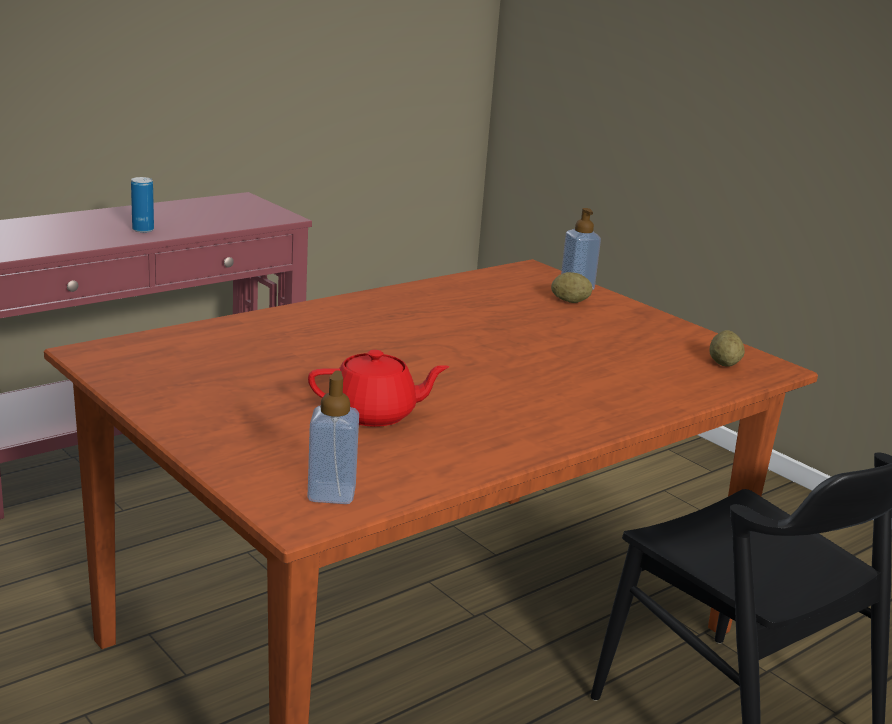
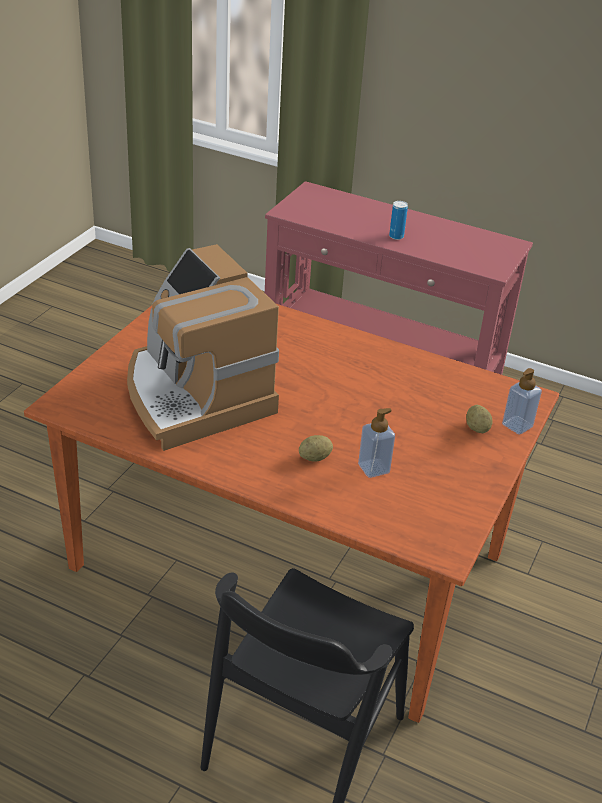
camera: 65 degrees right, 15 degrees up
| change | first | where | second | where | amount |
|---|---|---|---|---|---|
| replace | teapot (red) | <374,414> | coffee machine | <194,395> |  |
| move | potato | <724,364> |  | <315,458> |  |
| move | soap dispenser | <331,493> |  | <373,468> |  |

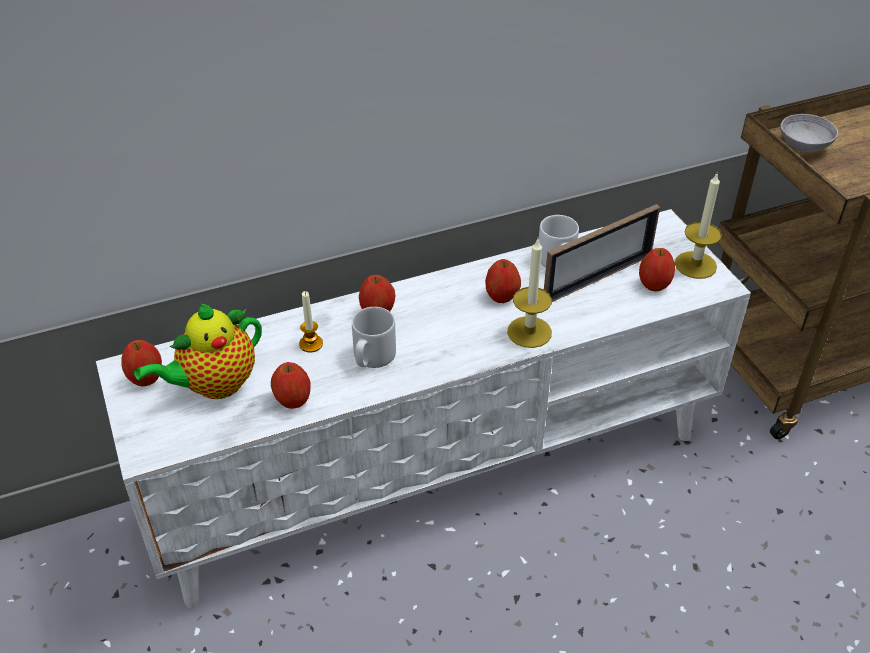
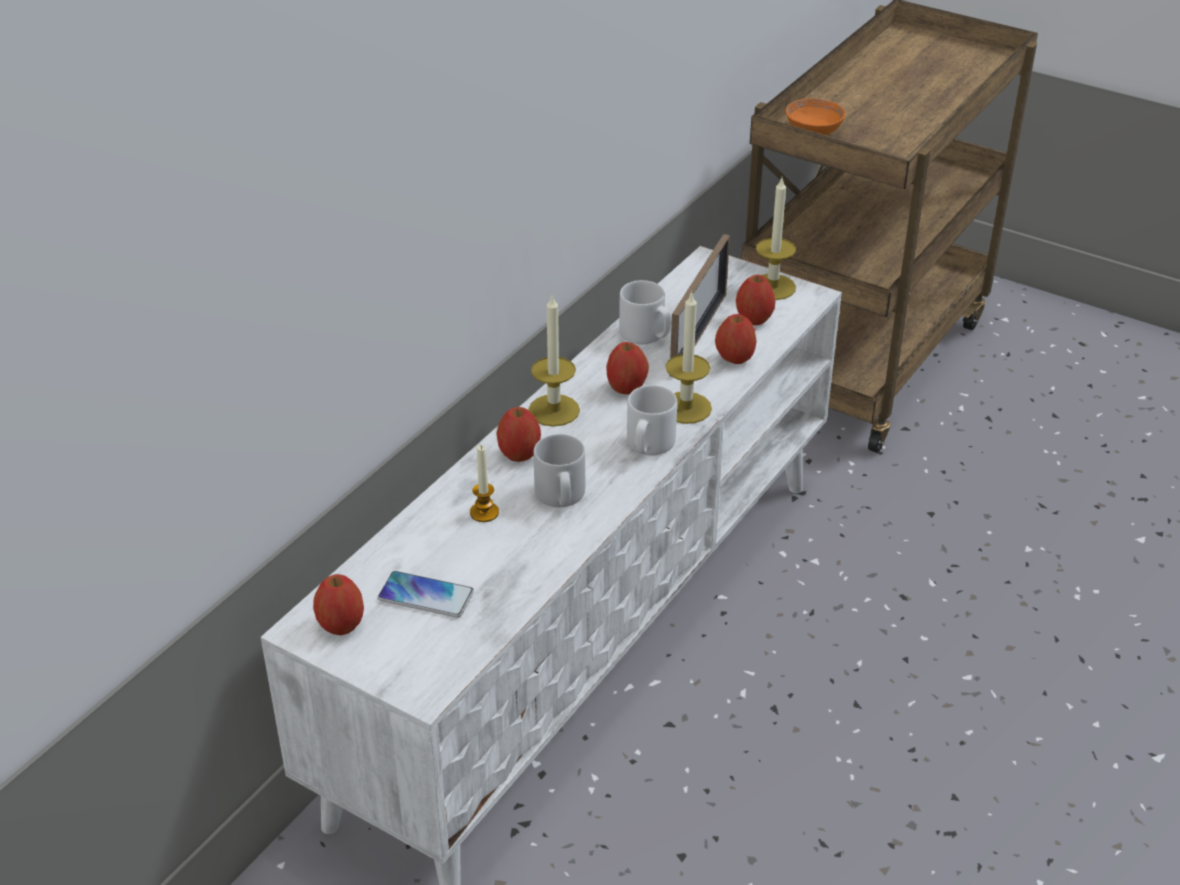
camera: 35 degrees left, 5 degrees down
| change | first | where | second | where | amount |
|---|---|---|---|---|---|
| replace | teapot | <214,385> | phone | <426,596> |  |
| insert |  |  | candle | <554,410> |  |
| insert |  |  | mug (white) | <648,445> |  |
| move | apple | <293,400> |  | <734,359> |  |
| recolor | bowl (grey) | <804,145> | bowl (orange) | <813,131> |  |

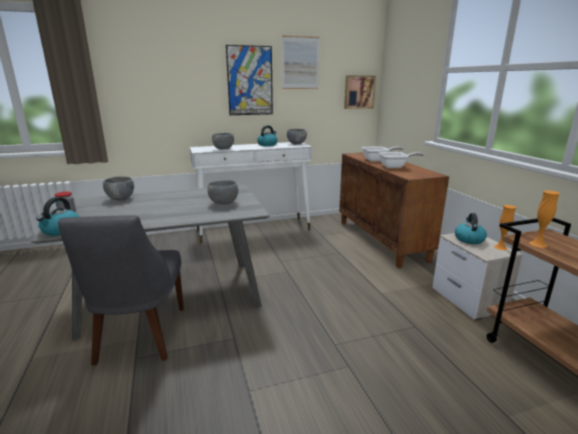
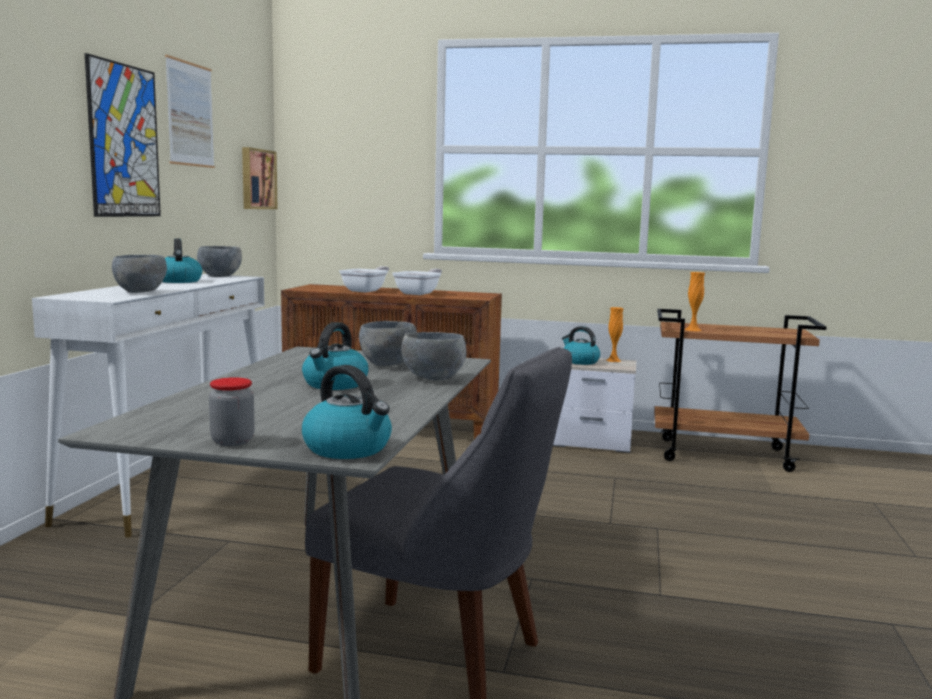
camera: 60 degrees left, 10 degrees down
| change | first | where | second | where | amount |
|---|---|---|---|---|---|
| insert |  |  | kettle | <335,384> |  |
| move | bowl (grey) | <120,199> |  | <433,379> |  |

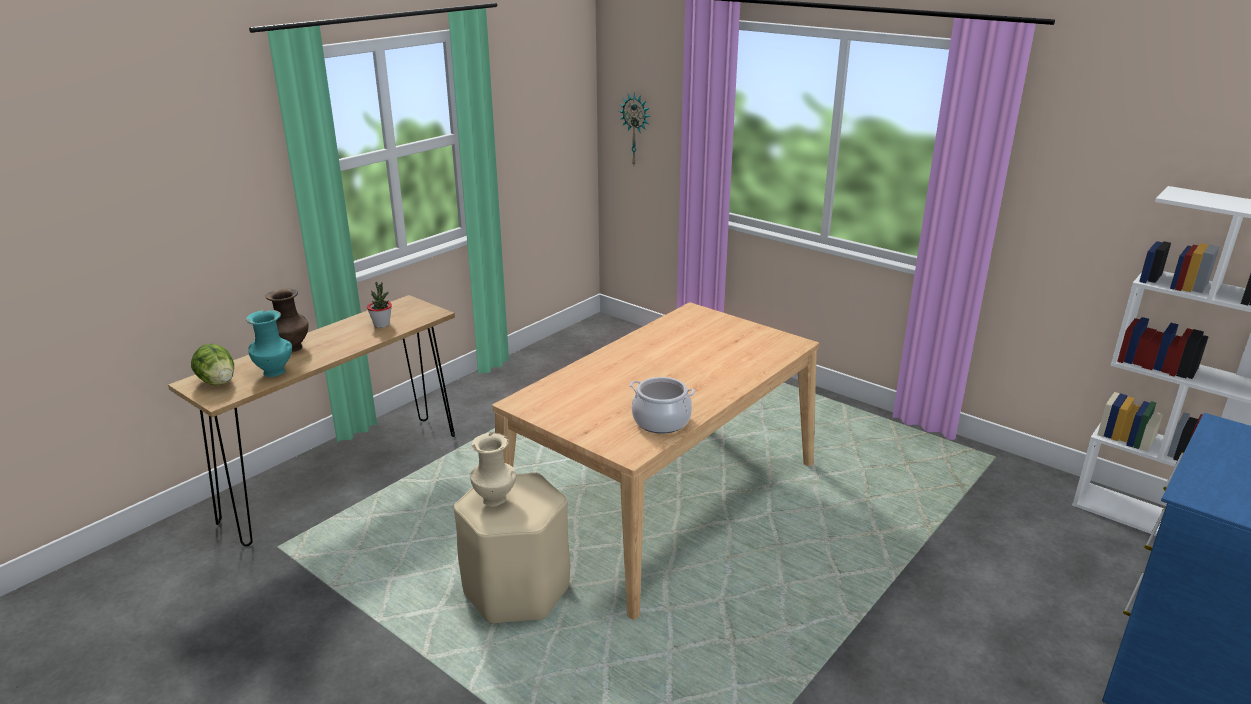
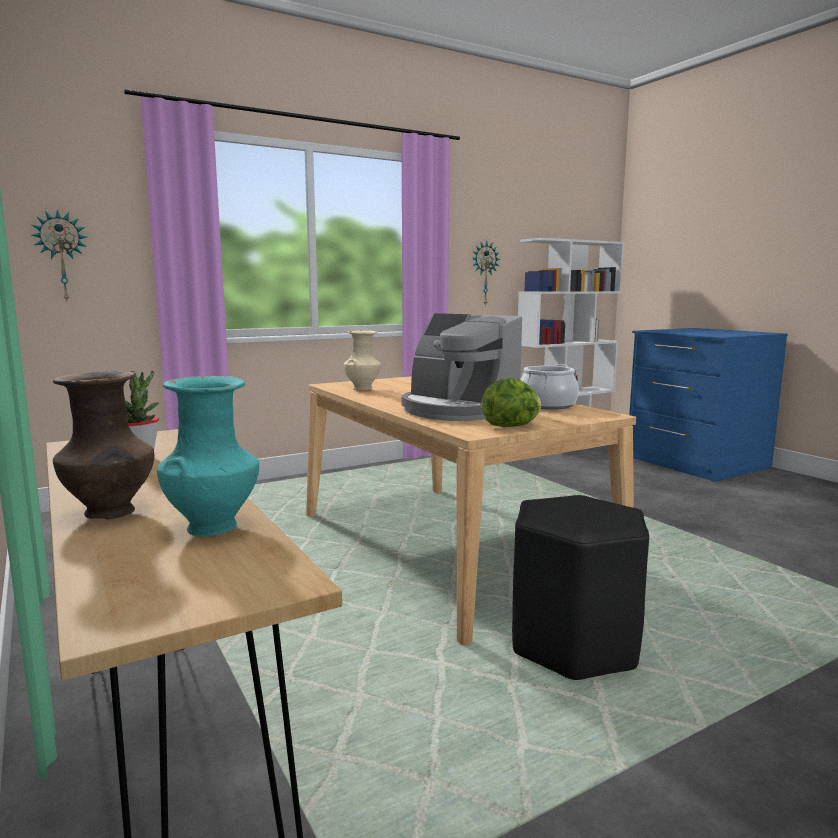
camera: 70 degrees left, 15 degrees down
| change | first | where | second | where | amount |
|---|---|---|---|---|---|
| move | vase (beige) | <495,500> |  | <363,388> |  |
| insert |  |  | coffee machine | <457,410> |  |
| insert |  |  | wall clock | <484,273> |  |
| move | lettuce | <218,382> |  | <511,426> |  |
| recolor | stool (beige) | <516,590> | stool (black) | <574,645> |  |

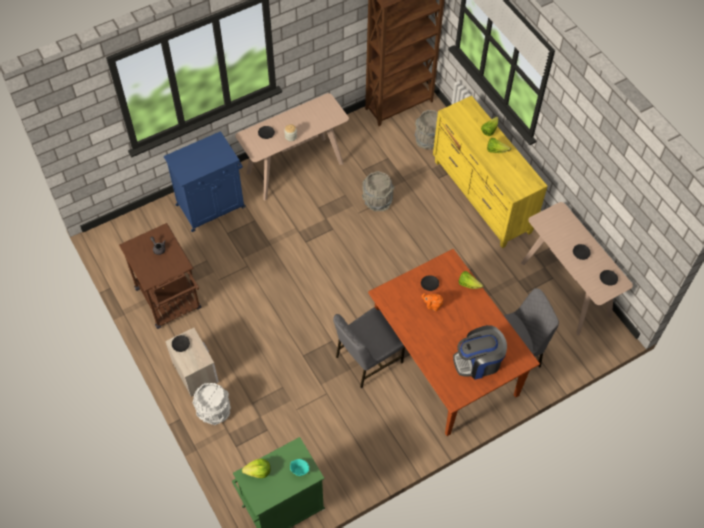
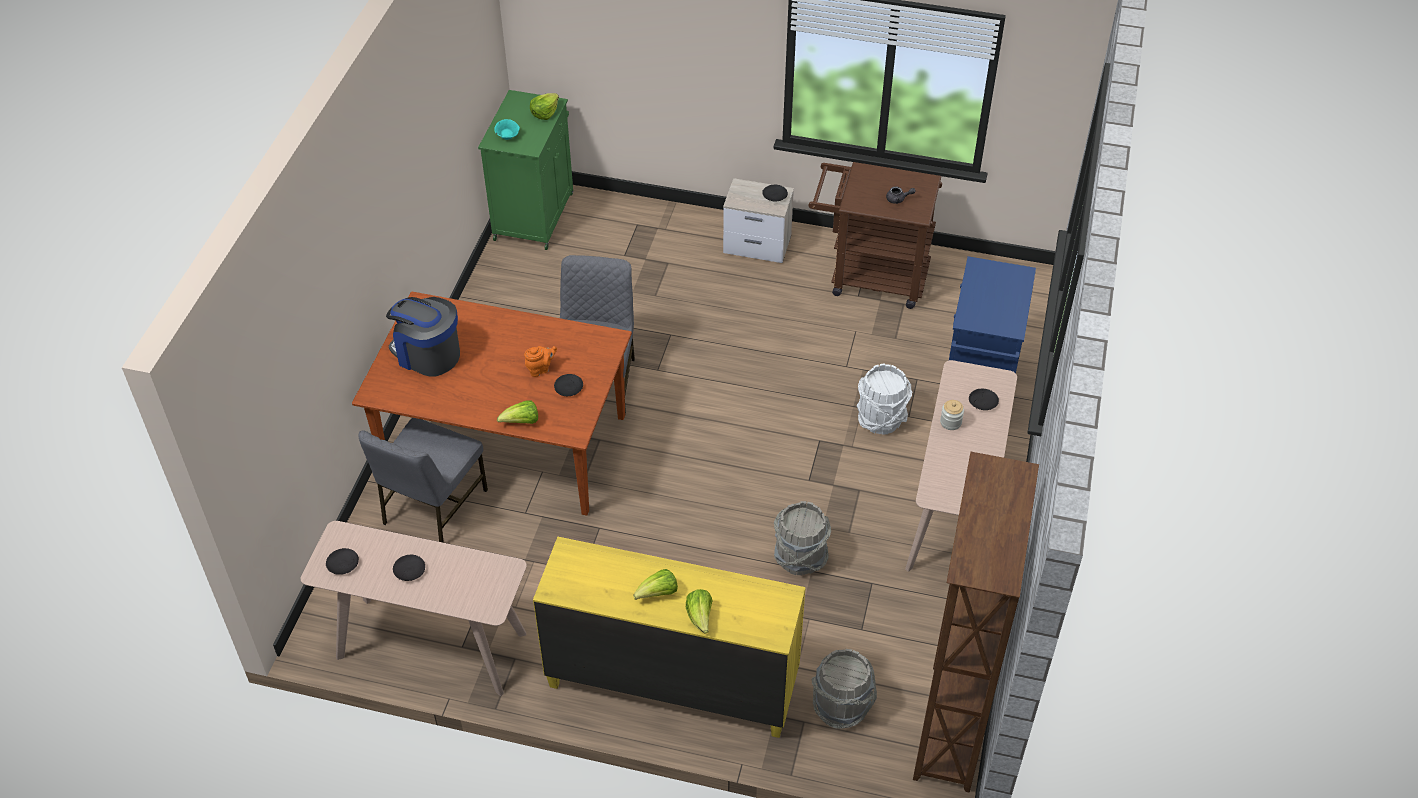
camera: 135 degrees right, 10 degrees down
| change | first | where | second | where | amount |
|---|---|---|---|---|---|
| rotate | coffee machine | <478,361> |  | <427,354> | 90 degrees counterclockwise |
| move | bucket (white) | <214,411> |  | <881,419> |  |

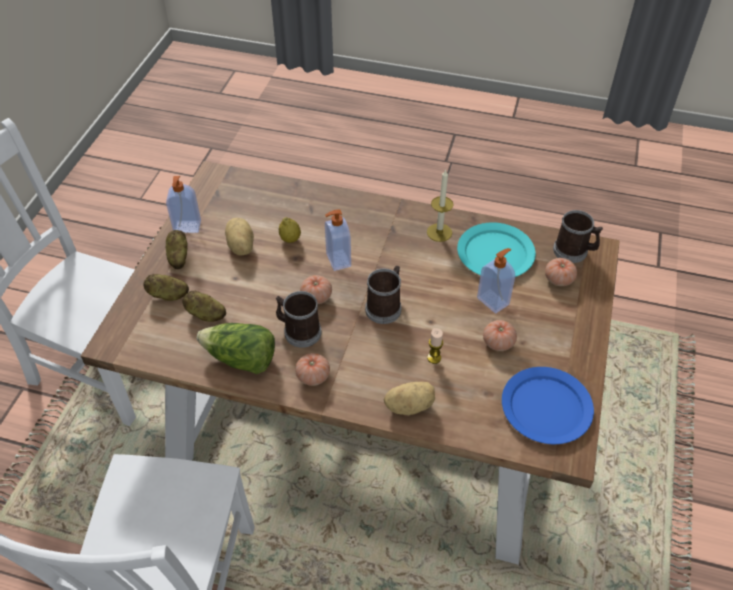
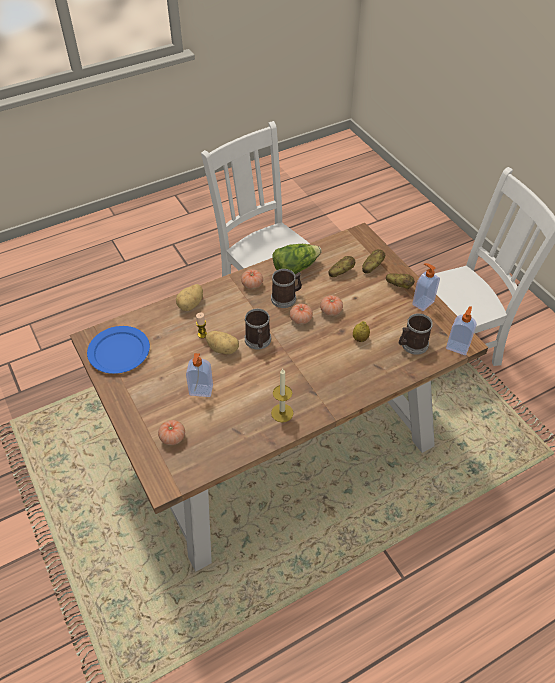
camera: 135 degrees right, 0 degrees up
| change | first | where | second | where | amount |
|---|---|---|---|---|---|
| move | potato | <240,247> |  | <223,348> |  |
| move | tomato | <498,342> |  | <331,311> |  |
| move | mug | <574,251> |  | <412,345> |  |
| move | soap dispenser | <337,260> |  | <457,346> |  |
| delete | plate (turquoise) | <495,253> |  |  |  |

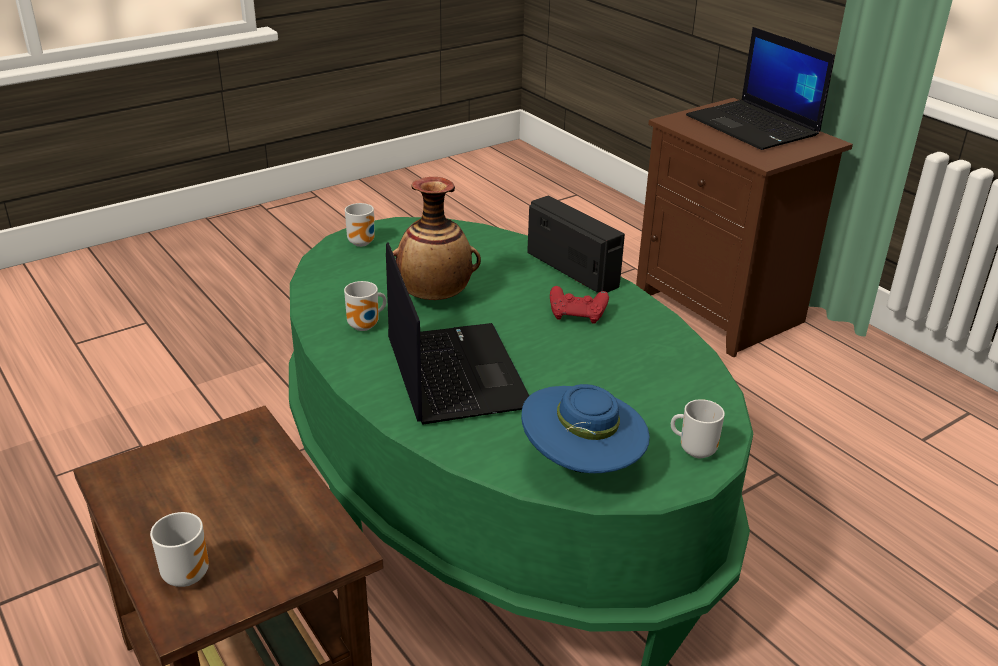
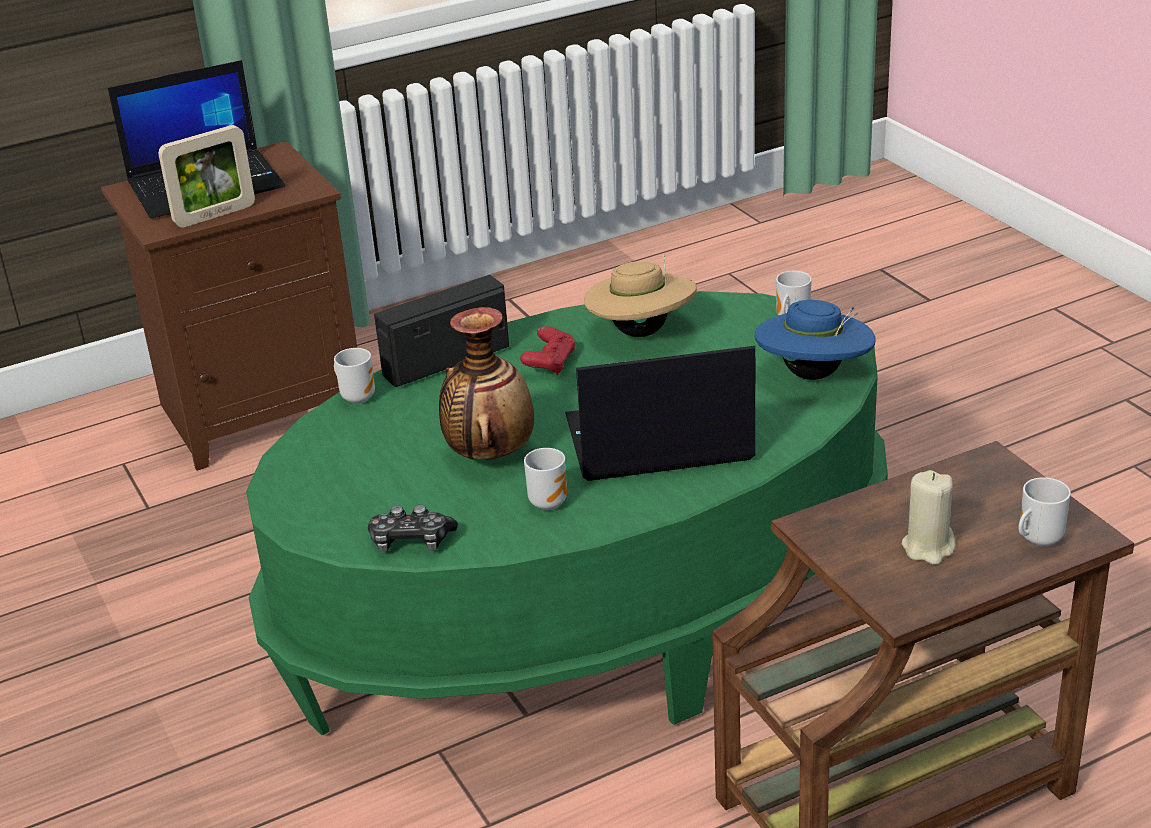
camera: 80 degrees left, 0 degrees up
| change | first | where | second | where | amount |
|---|---|---|---|---|---|
| insert |  |  | picture frame | <215,215> |  |
| move | mug | <363,242> |  | <357,397> |  |
| insert |  |  | game controller | <411,542> |  |
| insert |  |  | hat (beige) | <641,332> |  |
| insert |  |  | candle (beige) | <928,547> |  |

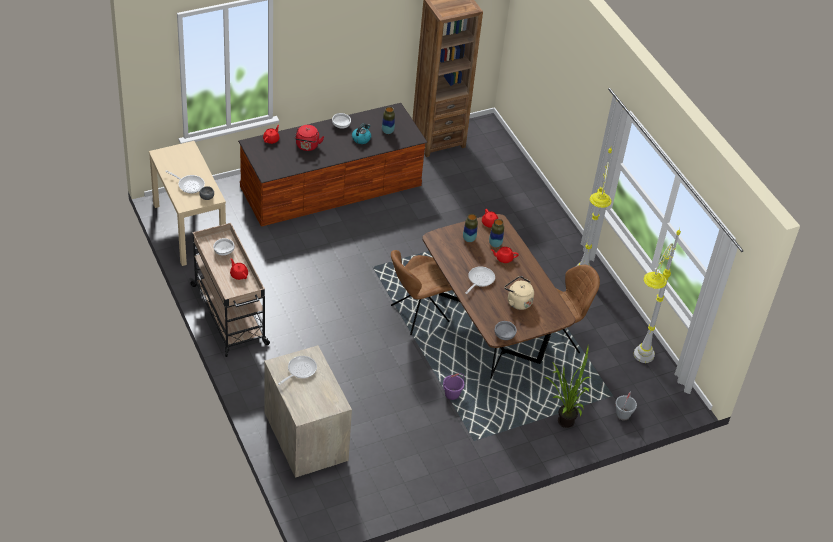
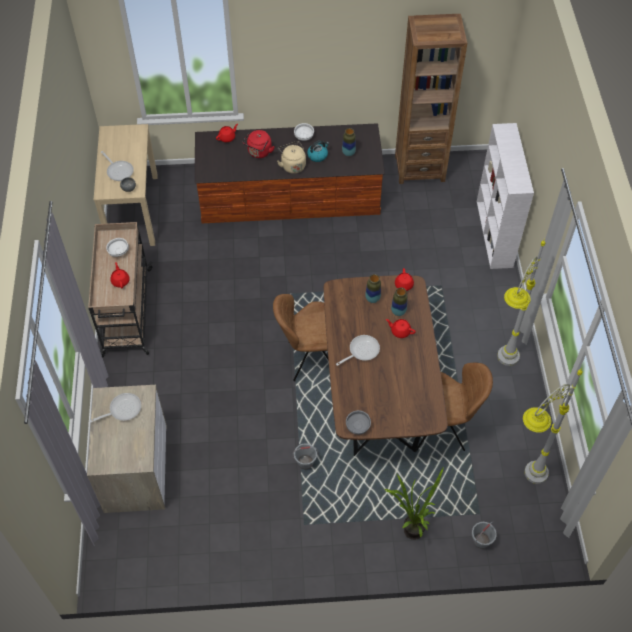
camera: 25 degrees right, 10 degrees up
| change | first | where | second | where | amount |
|---|---|---|---|---|---|
| move | kettle (beige) | <517,301> |  | <292,165> |  |
| recolor | bucket (purple) | <452,394> | bucket (grey) | <305,462> |  |
| insert |  |  | bookcase (white) | <494,234> |  |

